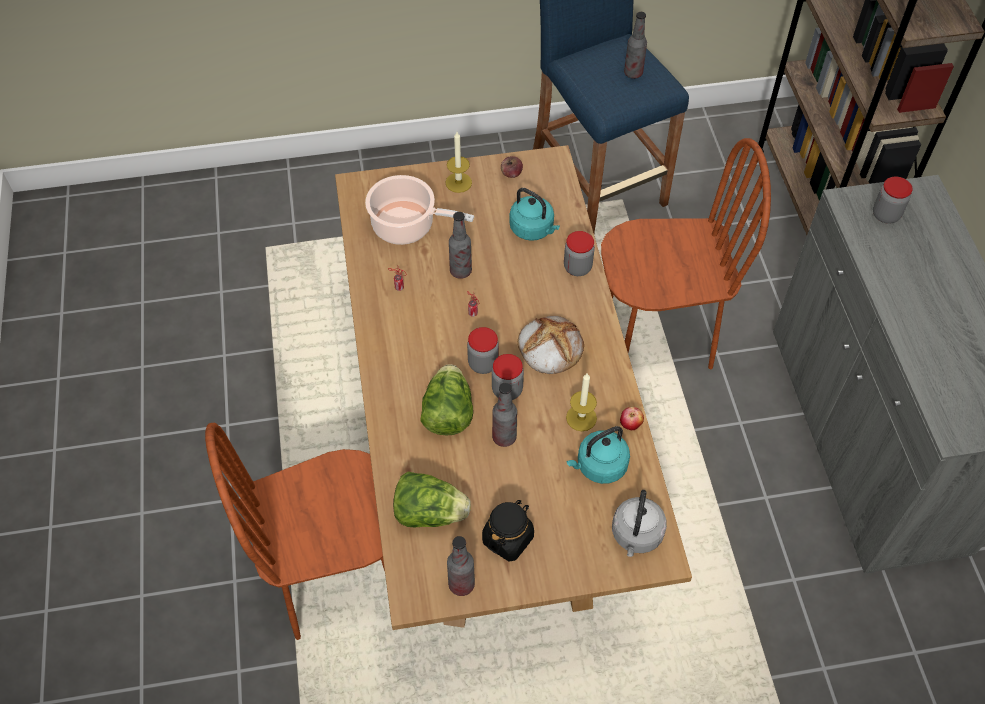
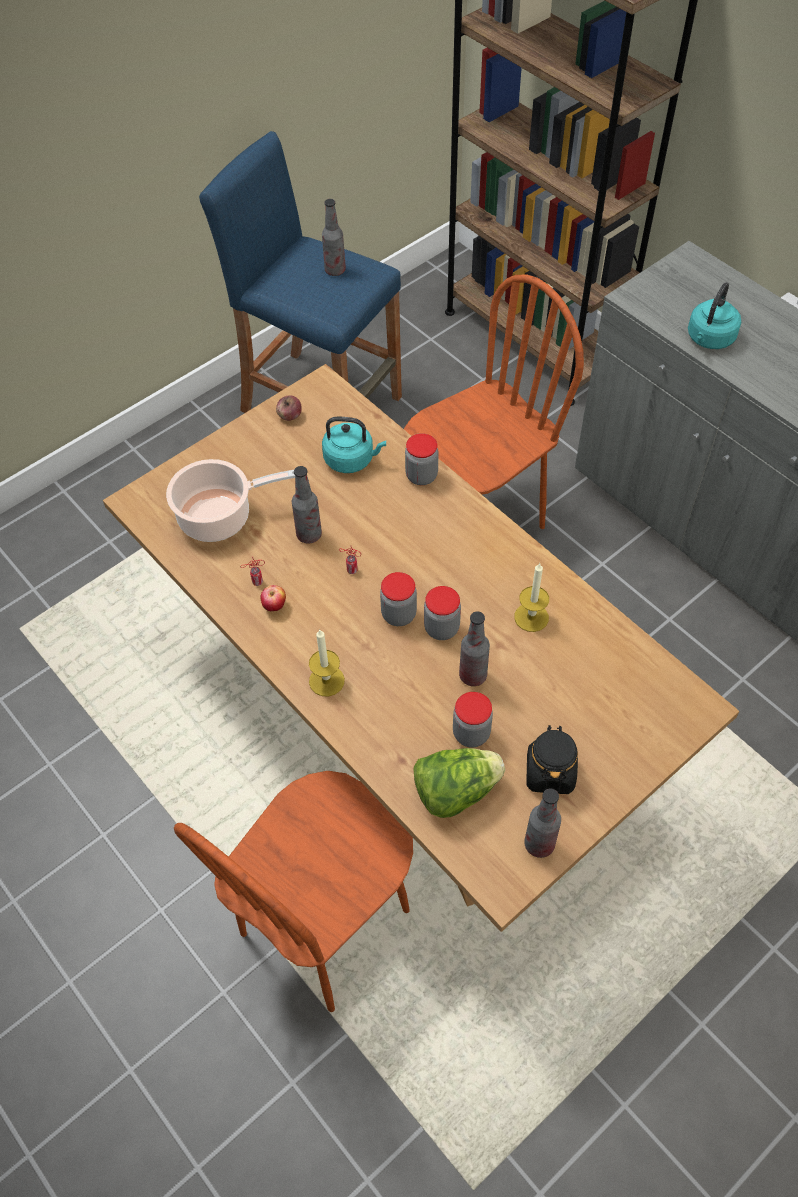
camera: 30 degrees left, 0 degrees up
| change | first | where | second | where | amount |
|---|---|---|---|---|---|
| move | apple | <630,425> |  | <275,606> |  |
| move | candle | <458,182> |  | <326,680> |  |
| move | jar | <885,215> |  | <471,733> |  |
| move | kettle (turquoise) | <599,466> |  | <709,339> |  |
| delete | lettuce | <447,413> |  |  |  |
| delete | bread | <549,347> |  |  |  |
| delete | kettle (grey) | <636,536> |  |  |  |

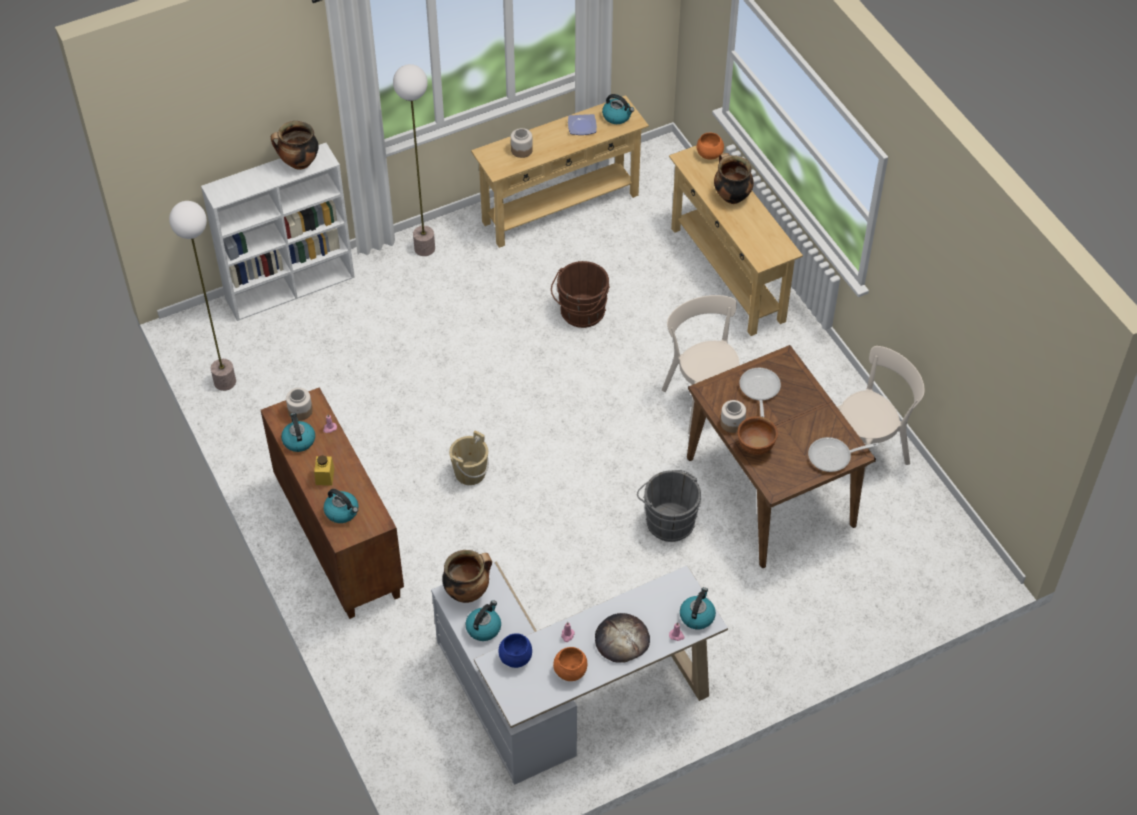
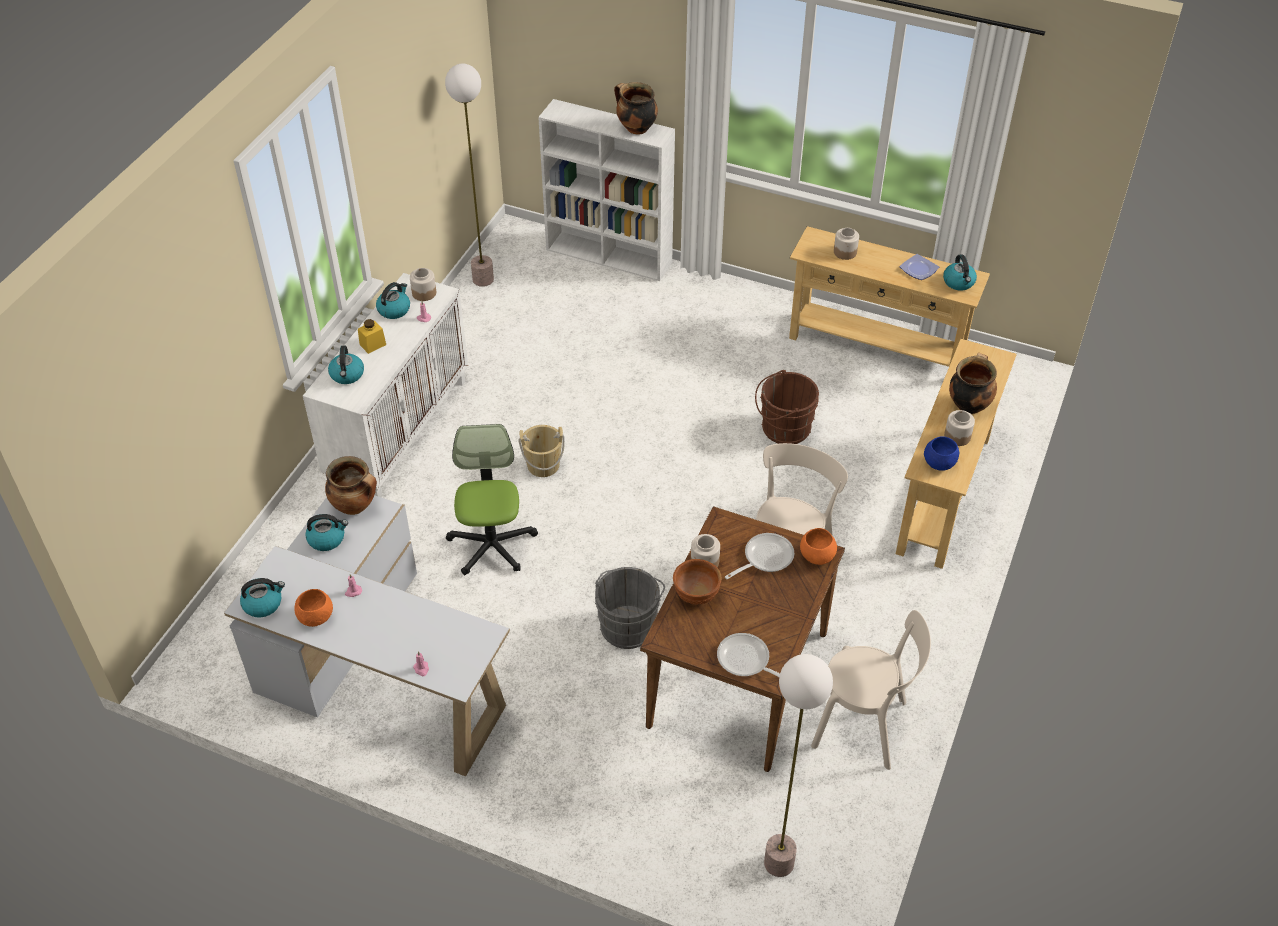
camera: 50 degrees right, 5 degrees down
| change | first | where | second | where | amount |
|---|---|---|---|---|---|
| move | kettle | <697,616> |  | <263,604> |  |
| recolor | cabinet (brown) | <337,539> | cabinet (white) | <399,431> |  |
| insert |  |  | office chair | <492,545> |  |
| move | floor lamp | <424,248> |  | <779,863> |  |
| move | bowl (orange) | <709,154> |  | <817,556> |  |
| move | bowl (blue) | <515,658> |  | <939,463> |  |
| insert |  |  | jar | <957,436> |  |
| delete | bread | <622,639> |  |  |  |

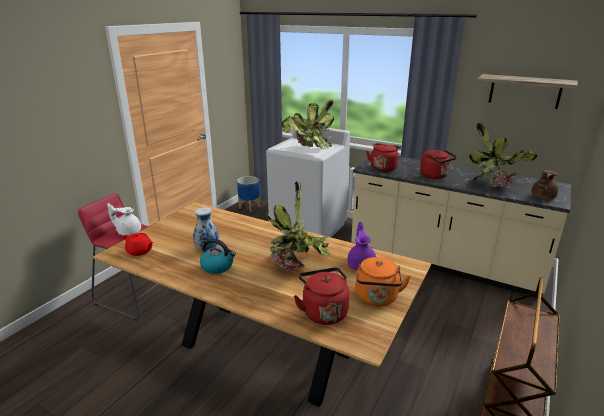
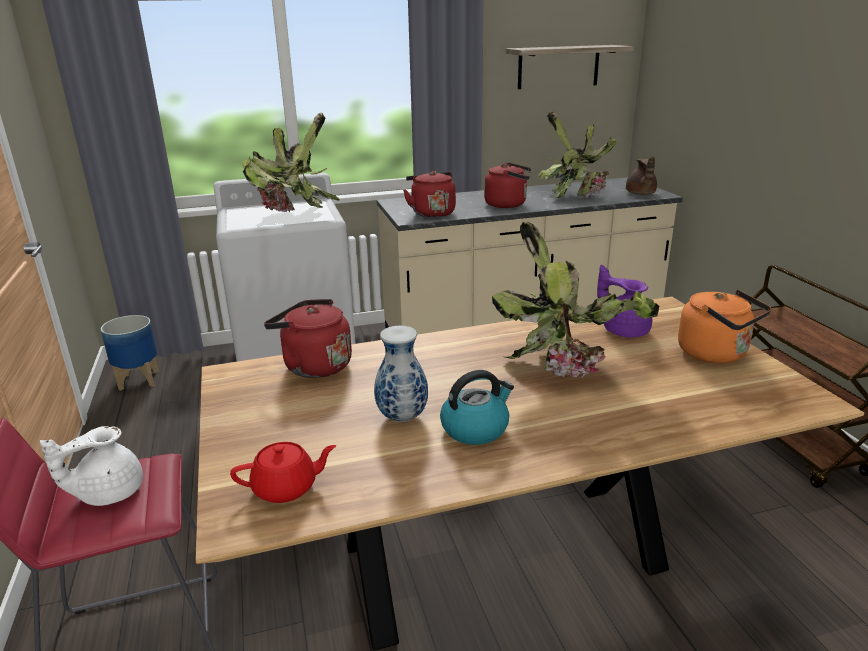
camera: 45 degrees left, 0 degrees up
| change | first | where | second | where | amount |
|---|---|---|---|---|---|
| move | kettle (red) | <323,311> |  | <314,366> |  |

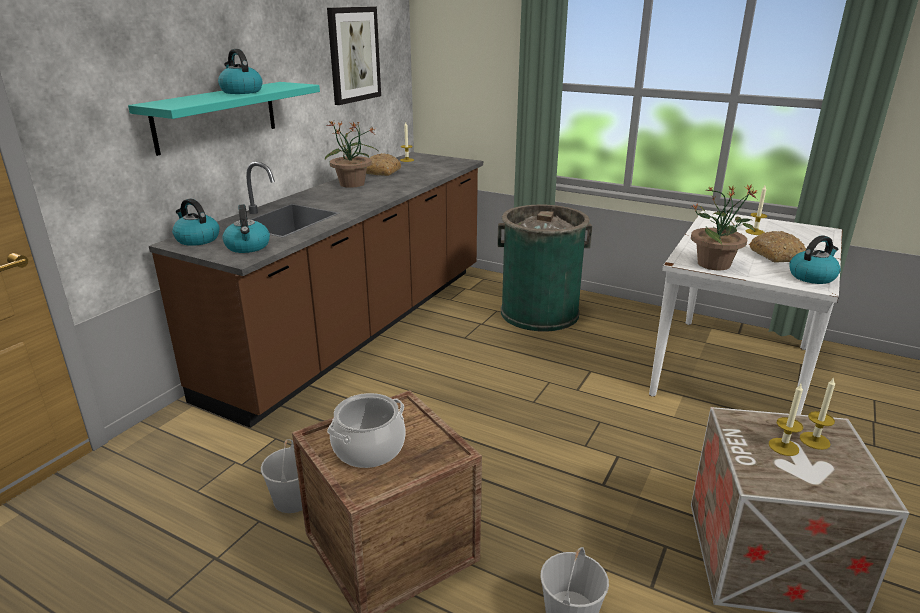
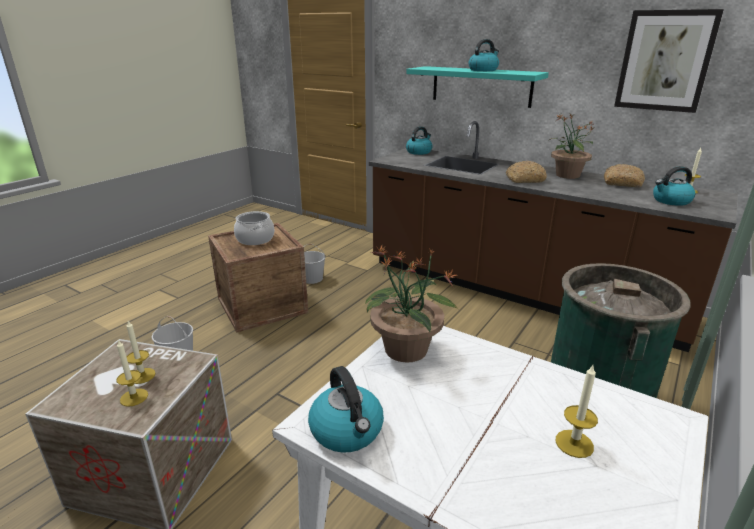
camera: 95 degrees right, 0 degrees up
| change | first | where | second | where | amount |
|---|---|---|---|---|---|
| move | bread | <777,255> |  | <524,179> |  |
| move | kettle | <248,247> |  | <671,201> |  |

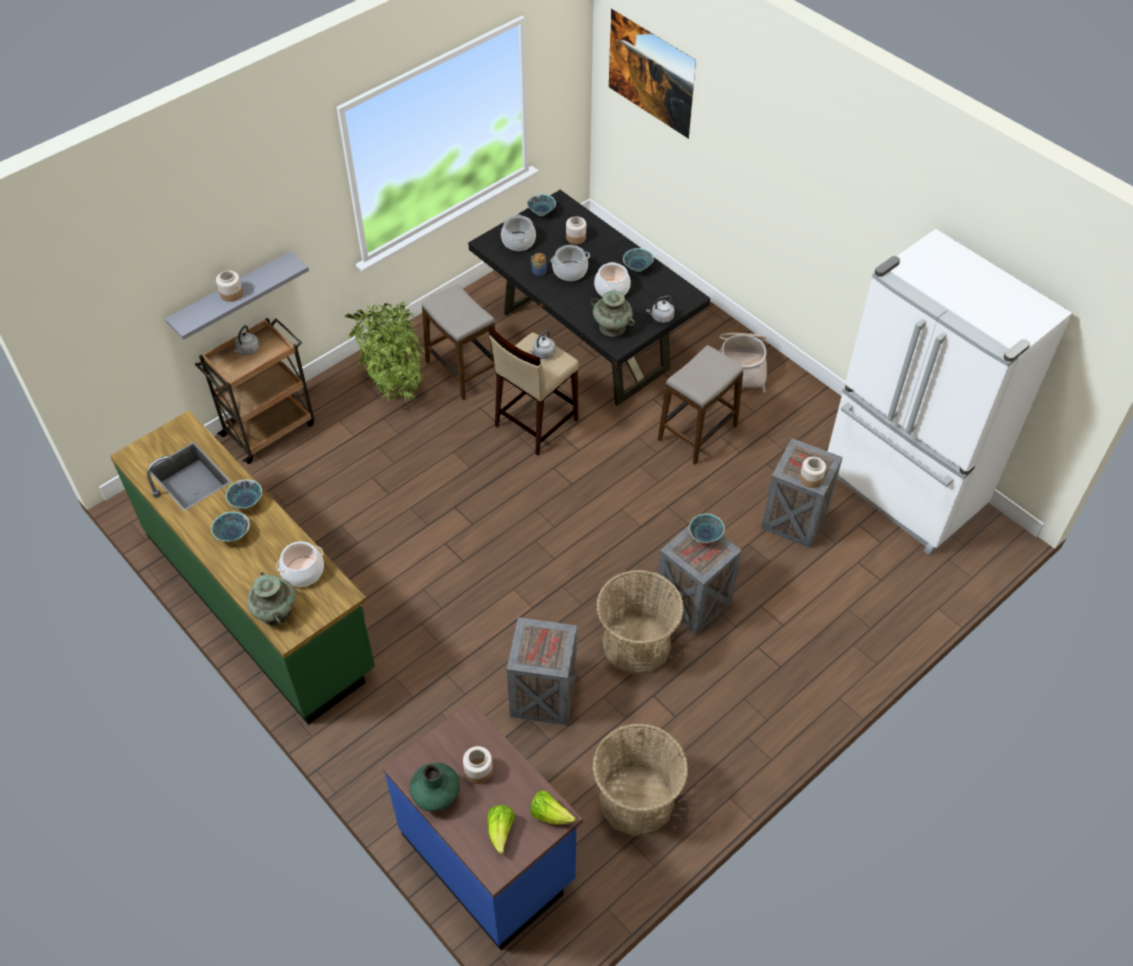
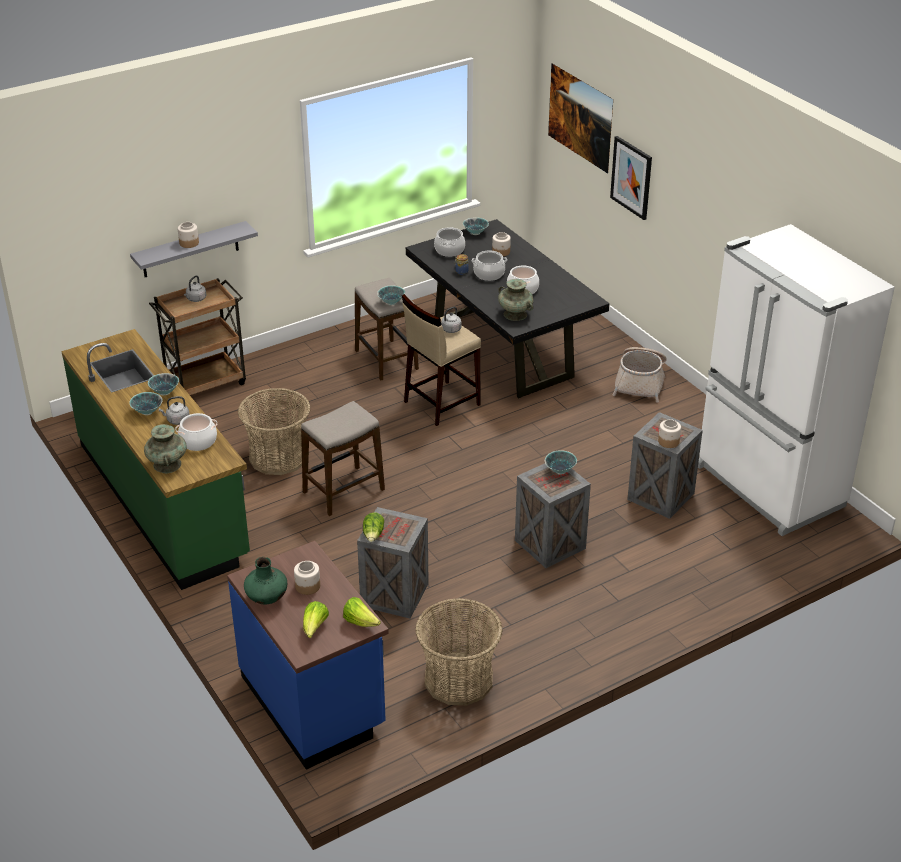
camera: 10 degrees right, 15 degrees down
| change | first | where | second | where | amount |
|---|---|---|---|---|---|
| move | kettle (grey) | <661,317> |  | <177,420> |  |
| move | basket | <636,644> |  | <278,457> |  |
| move | stool | <698,433> |  | <344,491> |  |
| insert |  |  | lettuce | <373,535> |  |
| move | bowl | <638,268> |  | <391,302> |  |
| insert |  |  | picture | <631,177> |  |
| delete | potted plant | <394,385> |  |  |  |

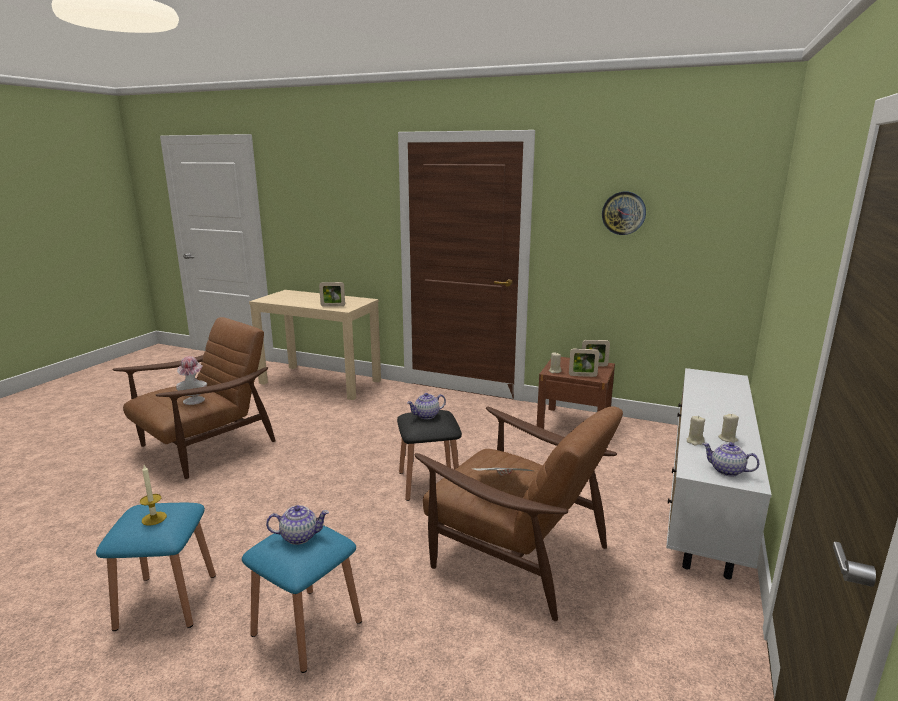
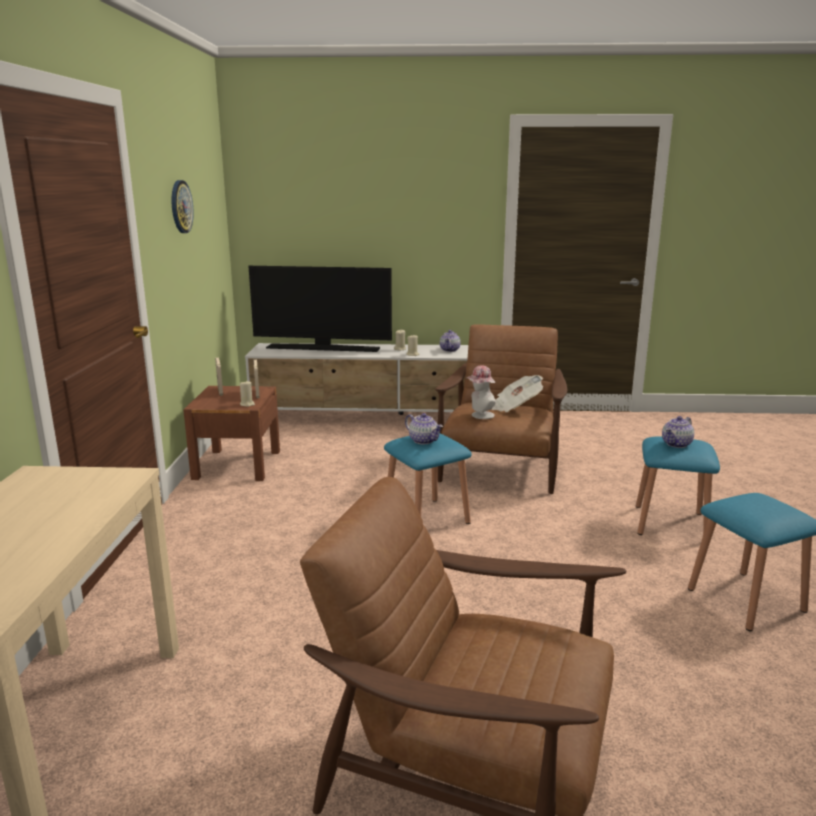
camera: 110 degrees left, 0 degrees up
| change | first | where | second | where | amount |
|---|---|---|---|---|---|
| insert |  |  | television | <324,348> |  |
| recolor | stool (black) | <429,483> | stool (blue) | <426,518> |  |
| move | hat | <194,399> |  | <480,416> |  |
| rotate | teapot | <300,536> |  | <677,444> | 105 degrees counterclockwise |
| delete | candle | <154,518> |  |  |  |
| delete | picture frame | <333,306> |  |  |  |

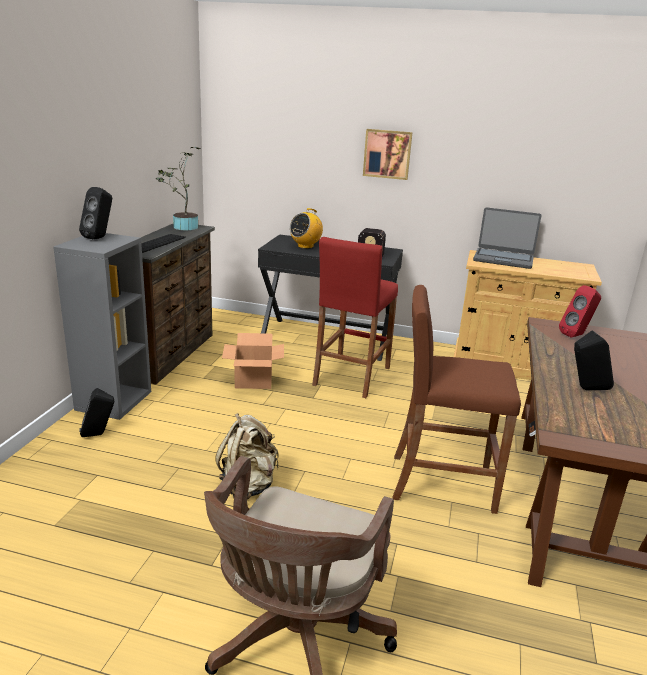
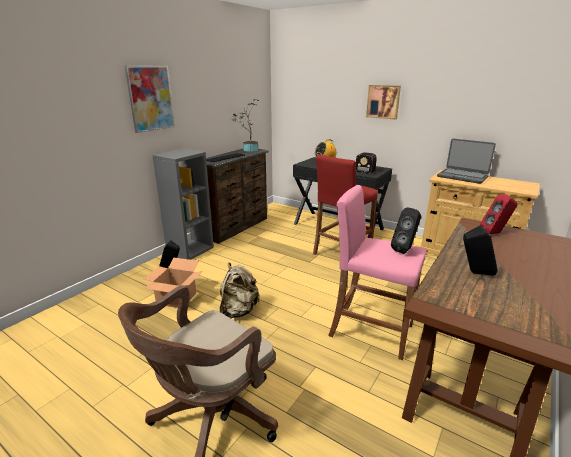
camera: 20 degrees right, 0 degrees up
| change | first | where | second | where | amount |
|---|---|---|---|---|---|
| insert |  |  | picture | <150,98> |  |
| move | cardboard box | <254,380> |  | <177,298> |  |
| recolor | stool (brown) | <442,482> | stool (pink) | <370,330> |  |
| move | speaker (black) | <100,237> |  | <405,250> |  |

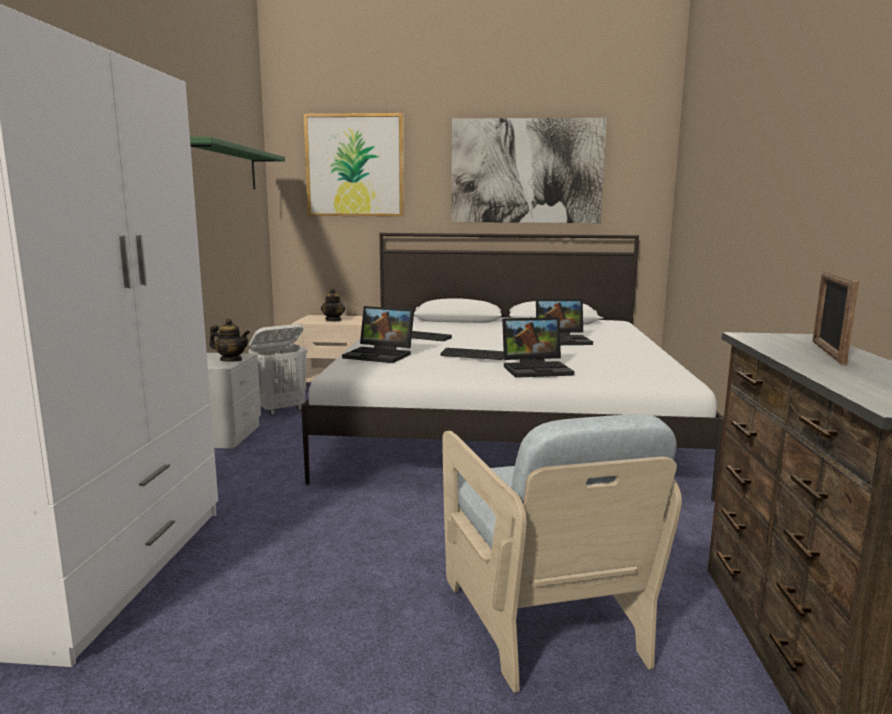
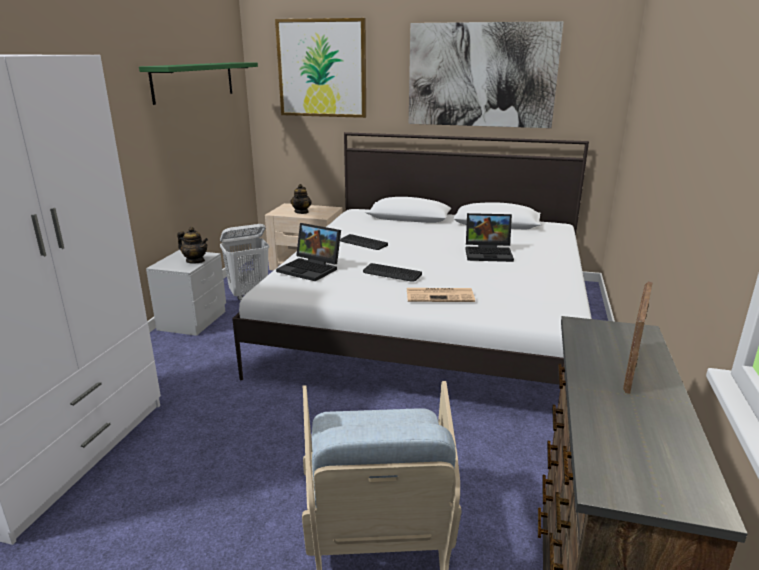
camera: 10 degrees right, 10 degrees up
| change | first | where | second | where | amount |
|---|---|---|---|---|---|
| replace | laptop | <537,369> | newspaper | <440,295> |  |

